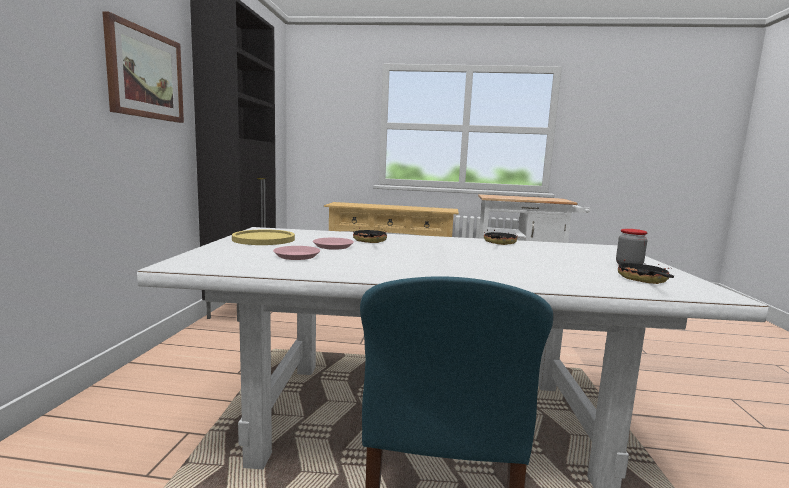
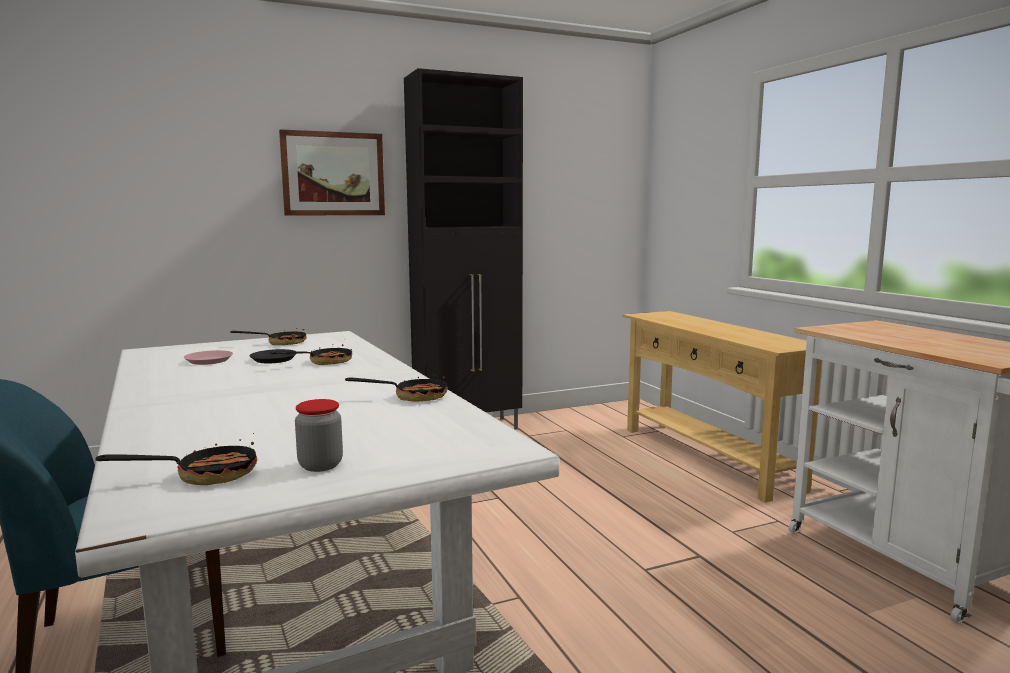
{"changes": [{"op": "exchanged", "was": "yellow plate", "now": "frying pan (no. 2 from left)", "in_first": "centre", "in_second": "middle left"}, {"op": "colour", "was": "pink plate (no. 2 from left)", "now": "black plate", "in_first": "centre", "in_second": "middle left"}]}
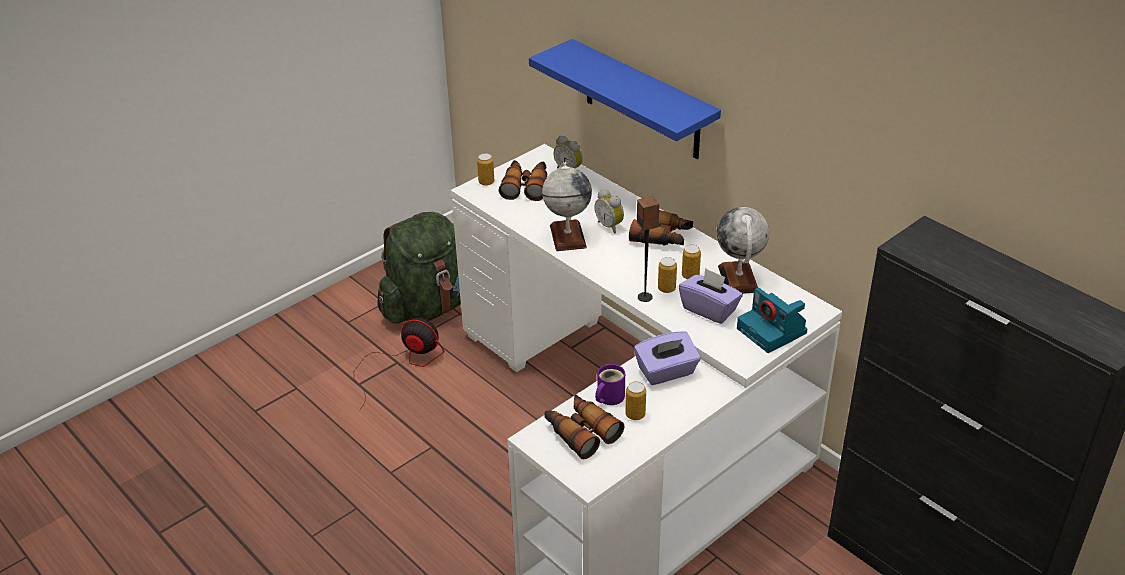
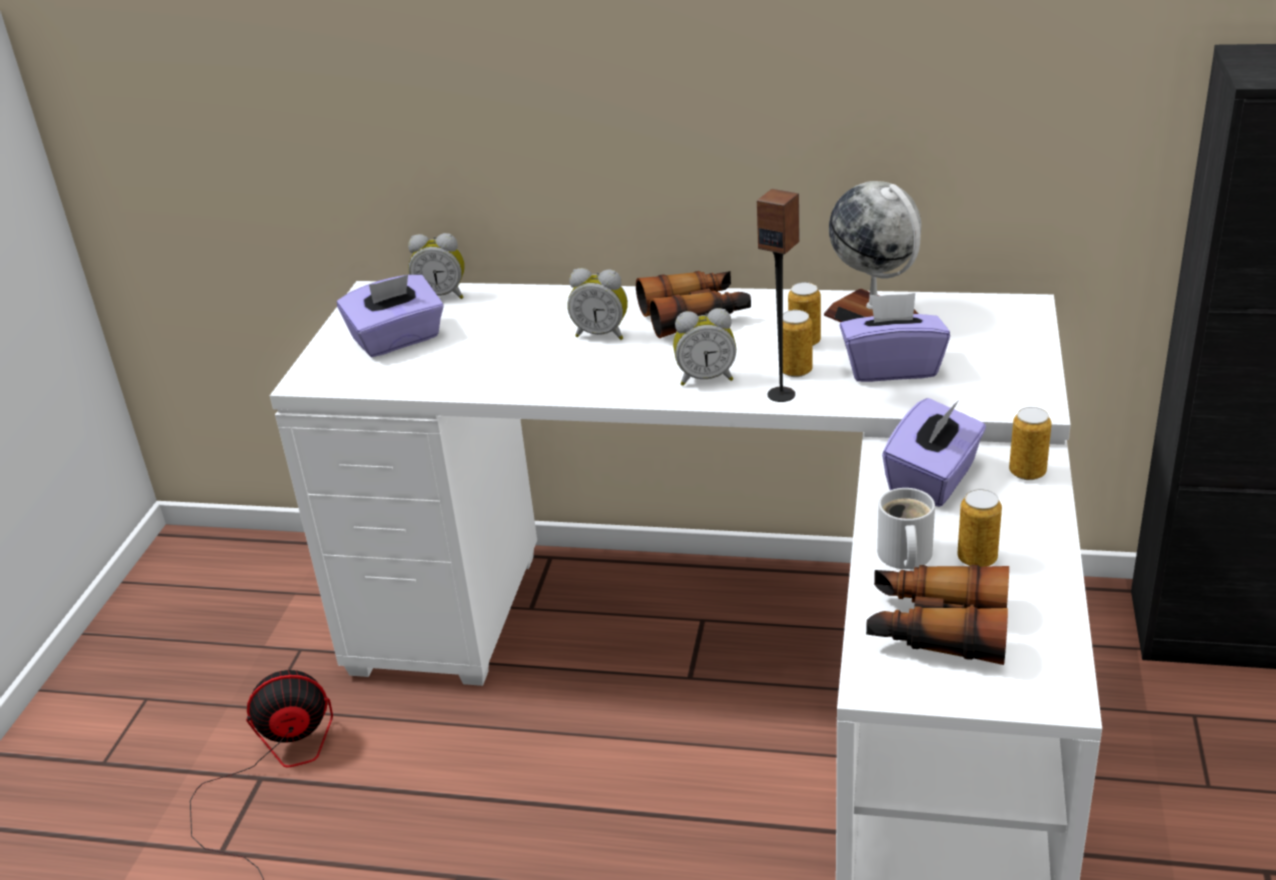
{"changes": [{"op": "missing", "was": "blue shelf", "in_first": "top centre"}, {"op": "relocated", "was": "can (no. 1 from left in the first image)", "now": "can (no. 4 from left)", "in_first": "top centre", "in_second": "middle right"}, {"op": "exchanged", "was": "binoculars (no. 1 from left)", "now": "purple tissue box (no. 1 from left)", "in_first": "top centre", "in_second": "middle left"}, {"op": "missing", "was": "globe (no. 1 from left)", "in_first": "centre"}, {"op": "missing", "was": "green backpack", "in_first": "centre"}, {"op": "missing", "was": "photo camera", "in_first": "middle right"}, {"op": "colour", "was": "purple mug", "now": "white mug", "in_first": "bottom centre", "in_second": "middle right"}, {"op": "appeared", "now": "alarm clock (no. 3 from left)", "in_second": "centre"}]}
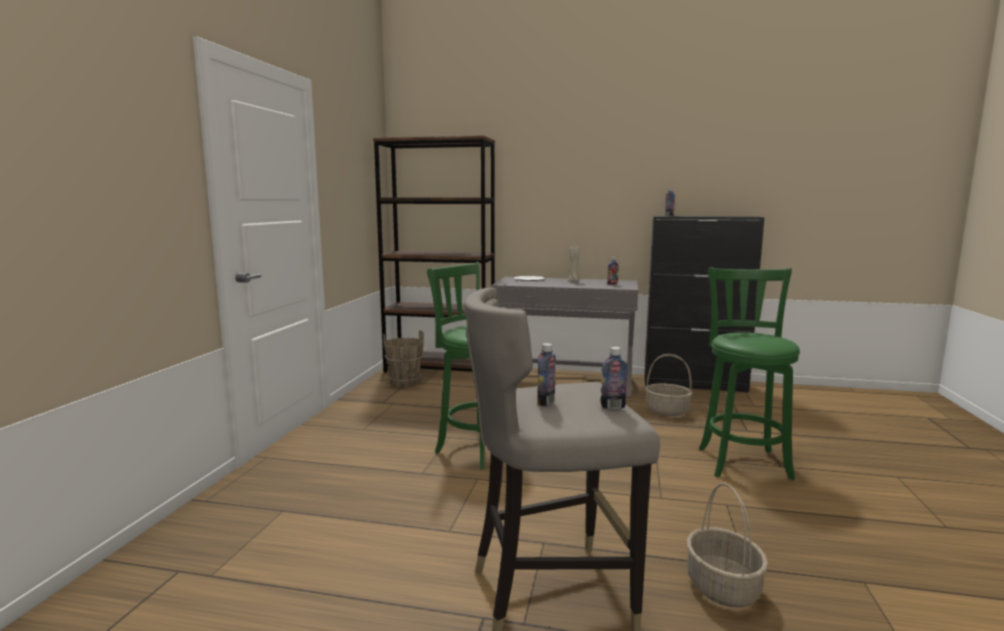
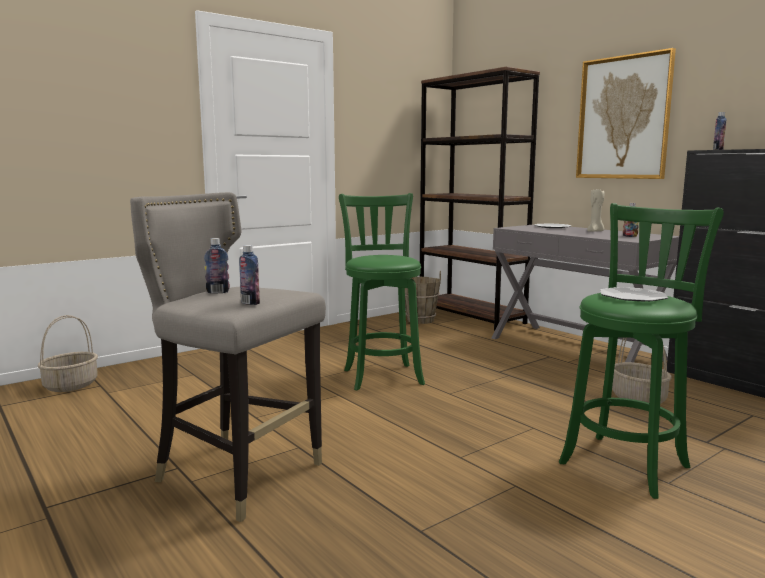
{"changes": [{"op": "relocated", "was": "basket (no. 2 from left in the first image)", "now": "basket (no. 1 from left)", "in_first": "bottom right", "in_second": "middle left"}, {"op": "appeared", "now": "picture", "in_second": "top right"}, {"op": "appeared", "now": "plate (no. 2 from left)", "in_second": "middle right"}]}
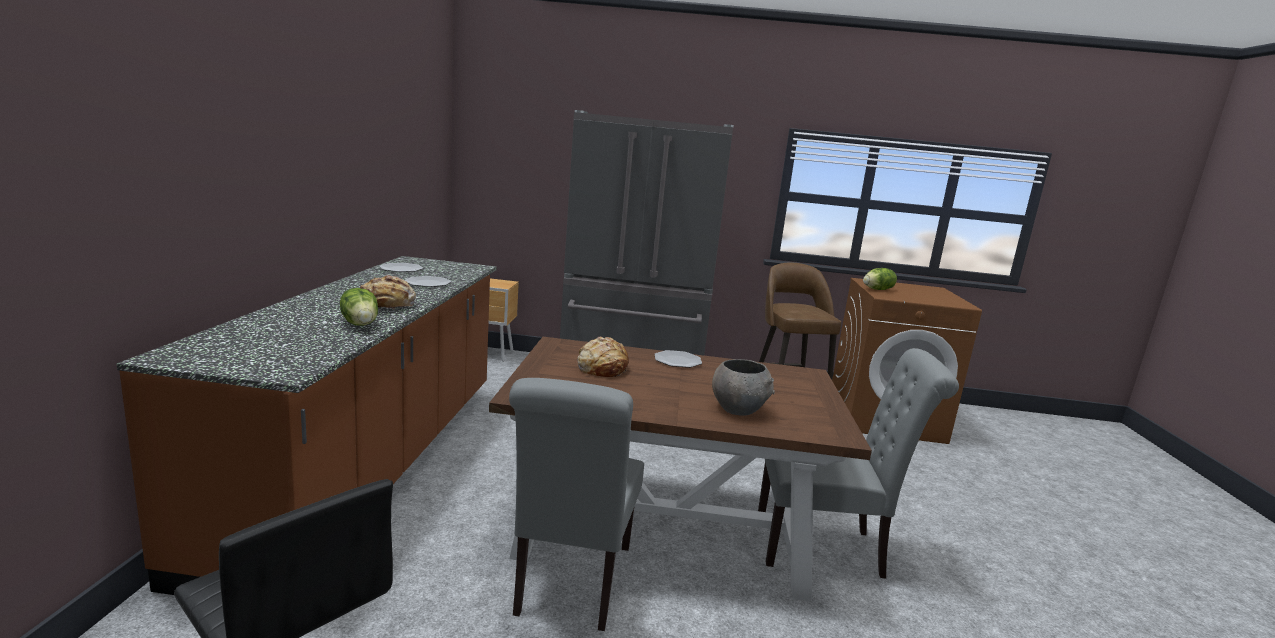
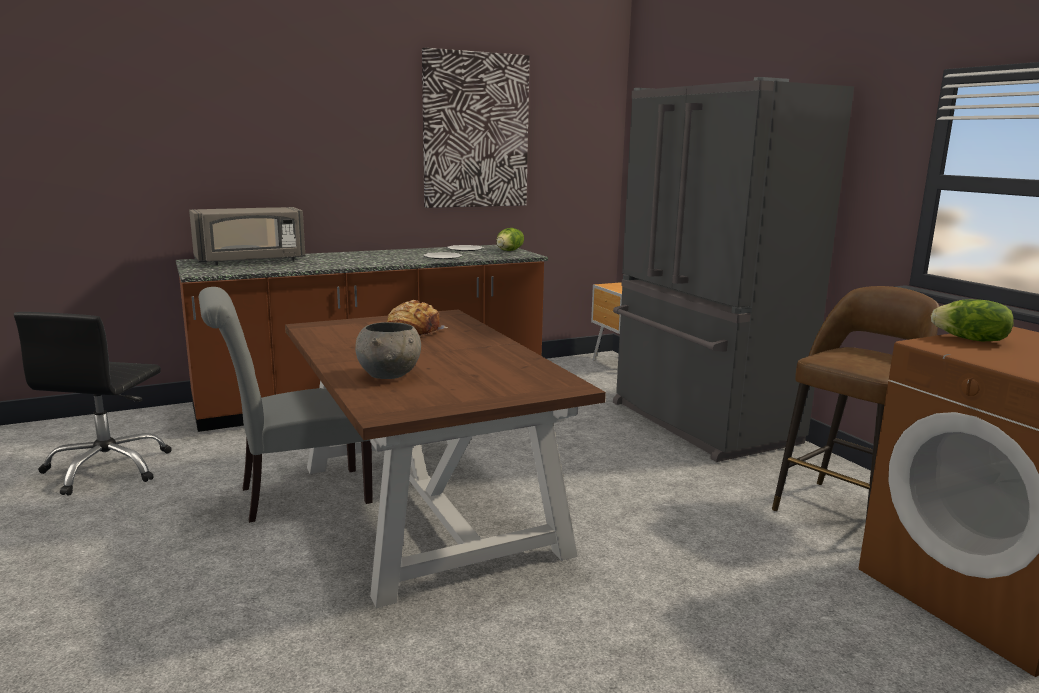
{"changes": [{"op": "missing", "was": "bread (no. 1 from left)", "in_first": "middle left"}, {"op": "relocated", "was": "lettuce (no. 1 from left)", "in_first": "middle left", "in_second": "centre"}, {"op": "missing", "was": "grey chair (no. 2 from left)", "in_first": "bottom right"}, {"op": "missing", "was": "plate (no. 3 from left)", "in_first": "centre"}, {"op": "appeared", "now": "picture", "in_second": "top centre"}, {"op": "appeared", "now": "grey microwave", "in_second": "middle left"}]}
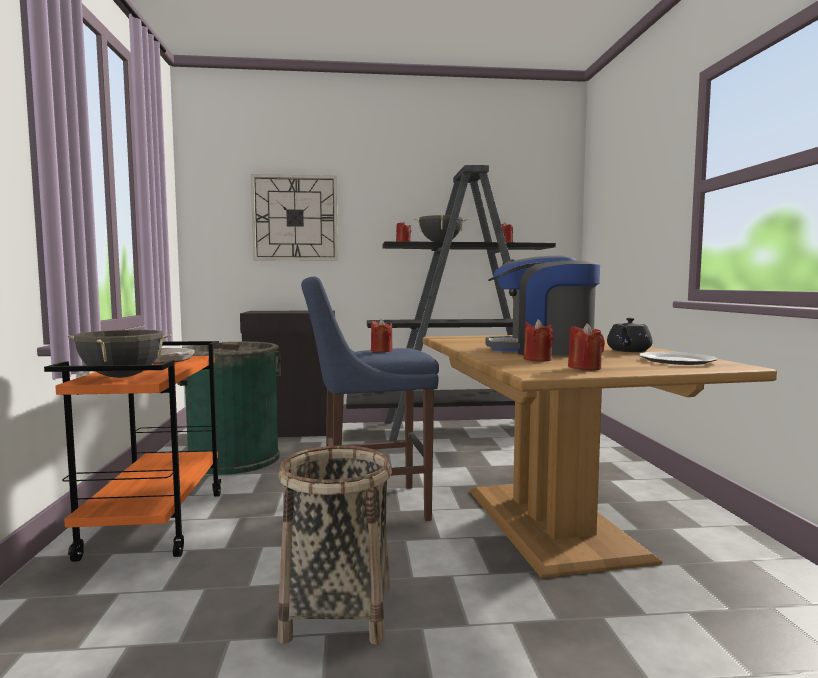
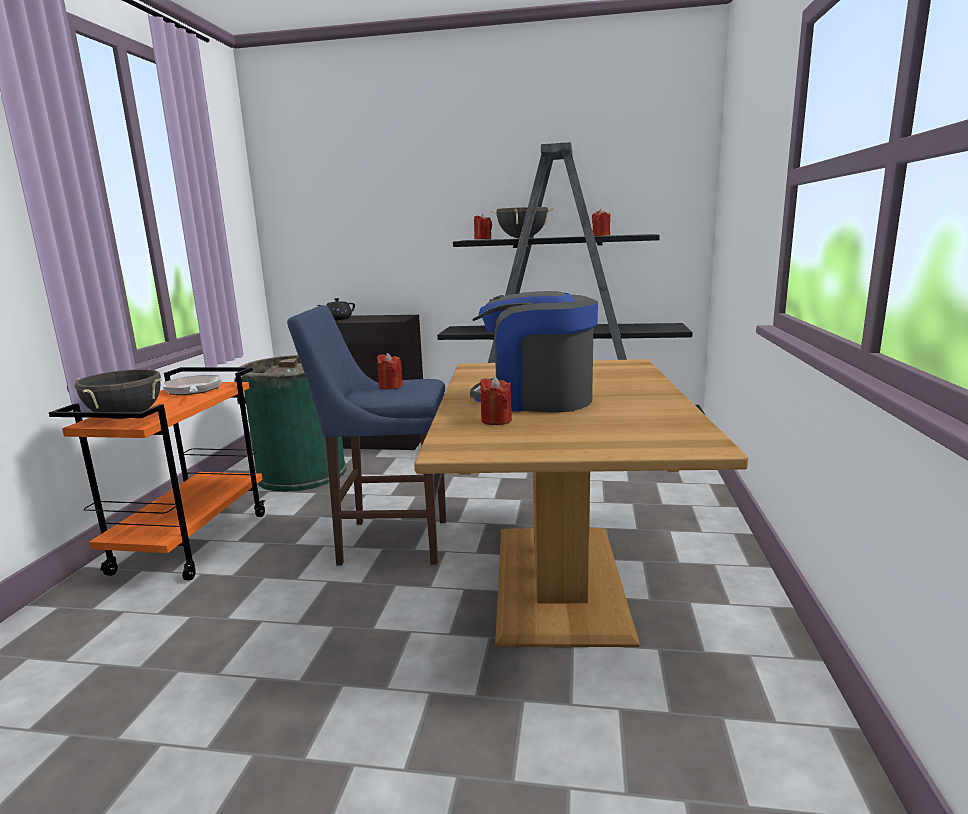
{"changes": [{"op": "missing", "was": "wall clock", "in_first": "top centre"}, {"op": "relocated", "was": "black teapot", "in_first": "middle right", "in_second": "centre"}, {"op": "missing", "was": "red candle (no. 5 from left)", "in_first": "middle right"}, {"op": "missing", "was": "plate", "in_first": "middle right"}, {"op": "missing", "was": "basket", "in_first": "bottom centre"}]}
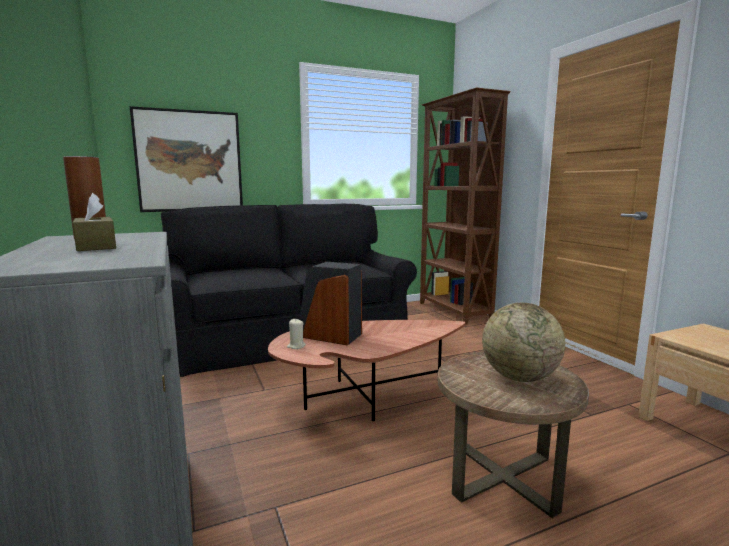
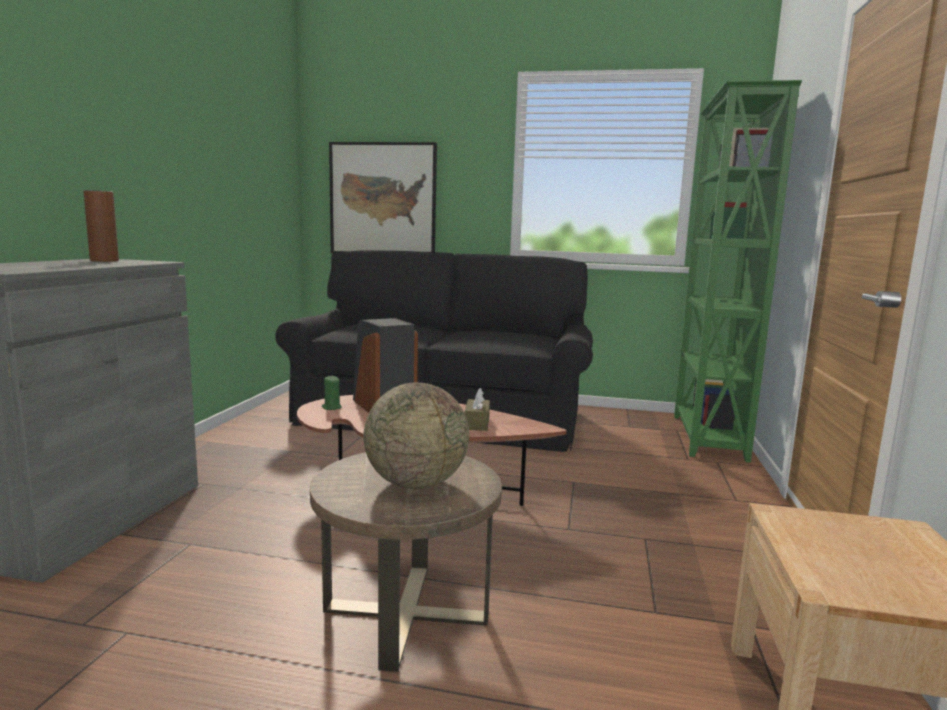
{"changes": [{"op": "colour", "was": "brown bookcase", "now": "green bookcase", "in_first": "centre", "in_second": "middle right"}, {"op": "relocated", "was": "brown tissue box", "in_first": "middle left", "in_second": "centre"}, {"op": "colour", "was": "beige candle", "now": "green candle", "in_first": "centre", "in_second": "centre"}]}
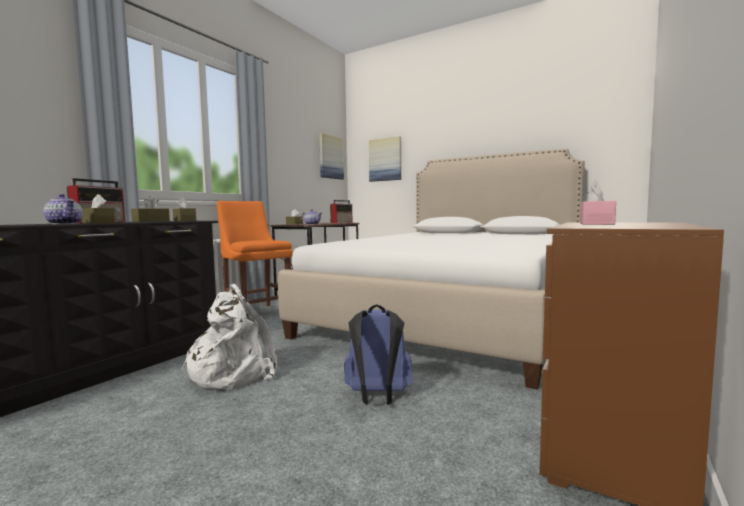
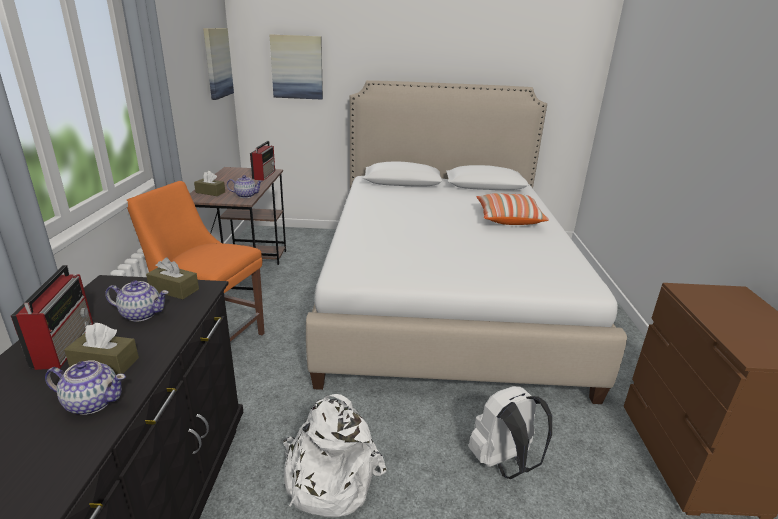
{"changes": [{"op": "missing", "was": "pink tissue box", "in_first": "middle right"}, {"op": "exchanged", "was": "brown tissue box (no. 2 from left)", "now": "teapot (no. 2 from left)", "in_first": "middle left", "in_second": "middle left"}, {"op": "colour", "was": "blue backpack", "now": "white backpack (no. 2 from left)", "in_first": "bottom centre", "in_second": "bottom centre"}, {"op": "appeared", "now": "pillow", "in_second": "centre"}]}
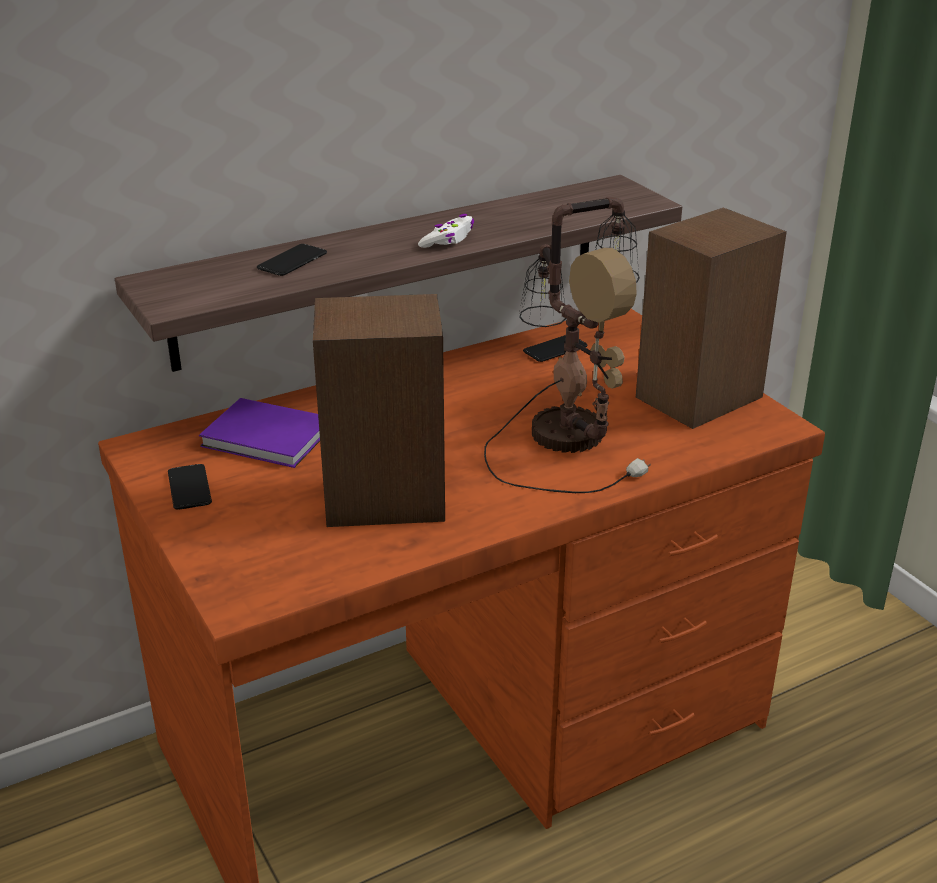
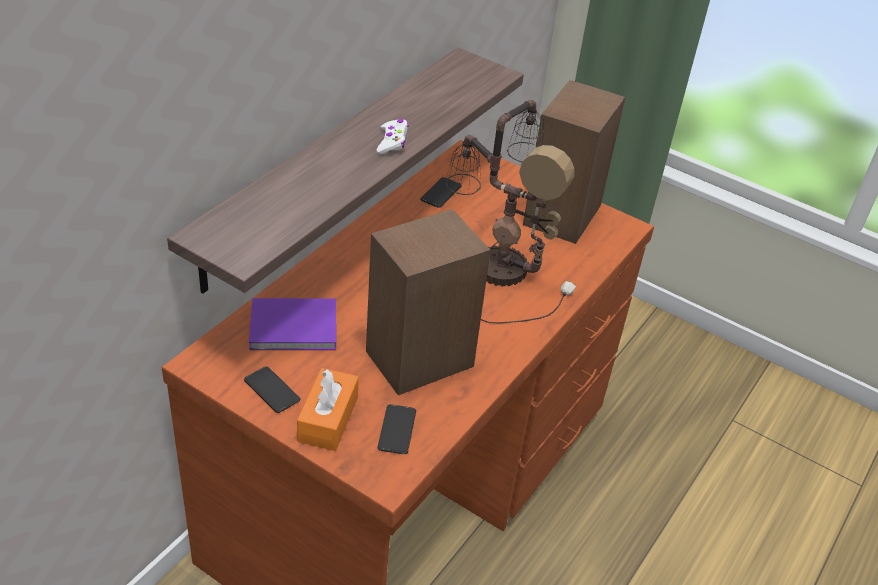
{"changes": [{"op": "relocated", "was": "phone (no. 2 from left)", "in_first": "top left", "in_second": "bottom centre"}, {"op": "appeared", "now": "orange tissue box", "in_second": "bottom centre"}]}
